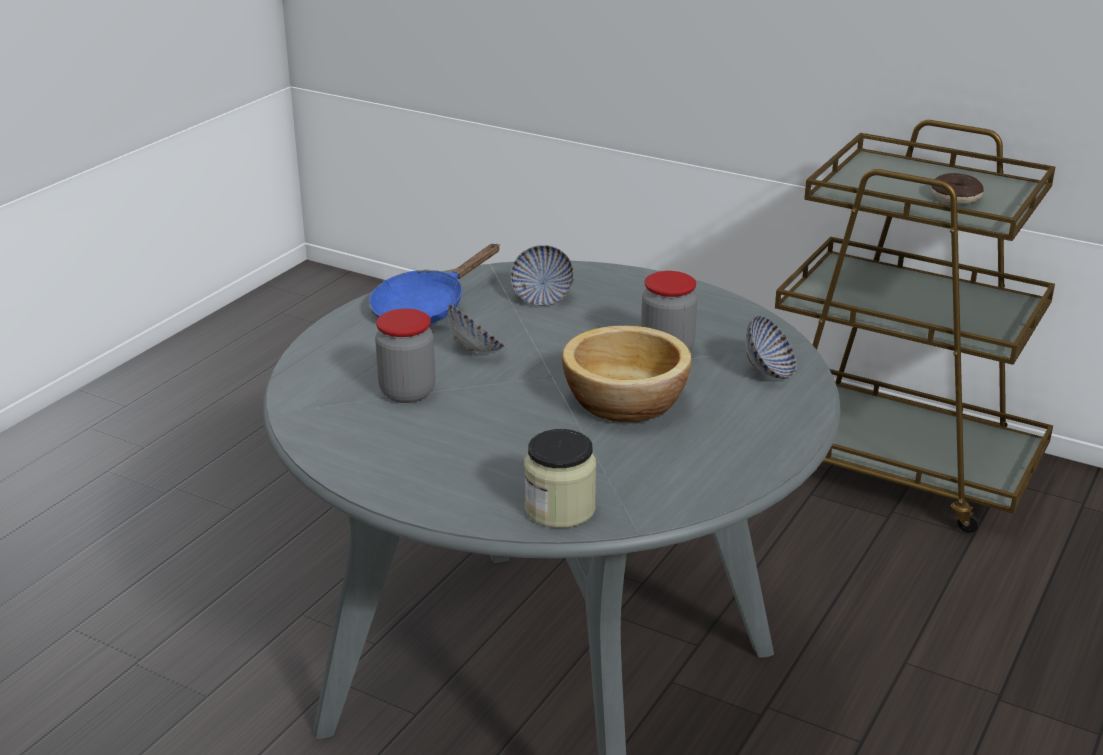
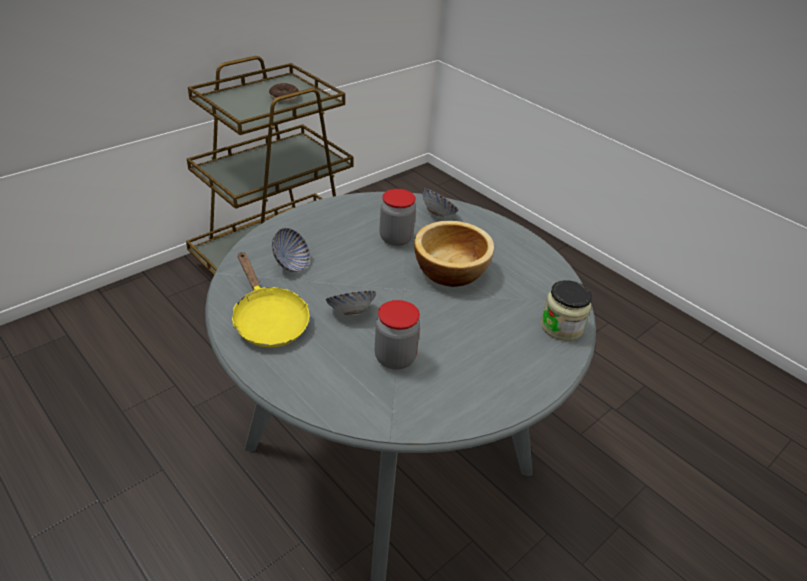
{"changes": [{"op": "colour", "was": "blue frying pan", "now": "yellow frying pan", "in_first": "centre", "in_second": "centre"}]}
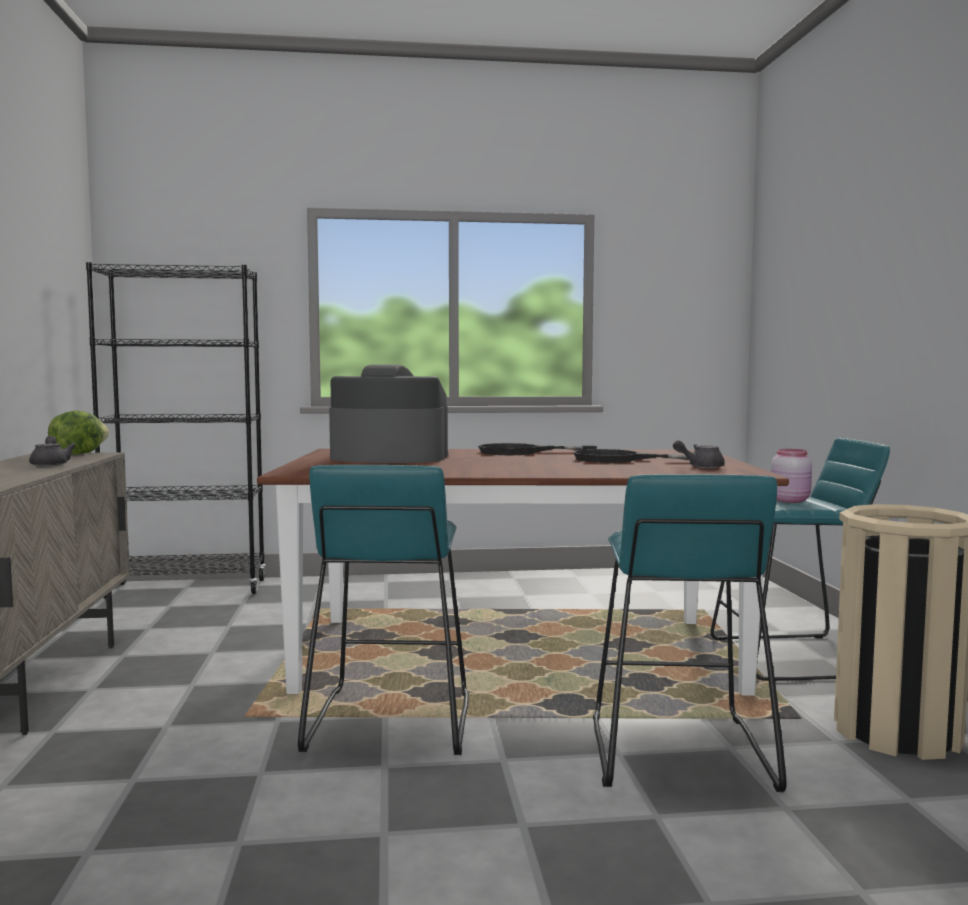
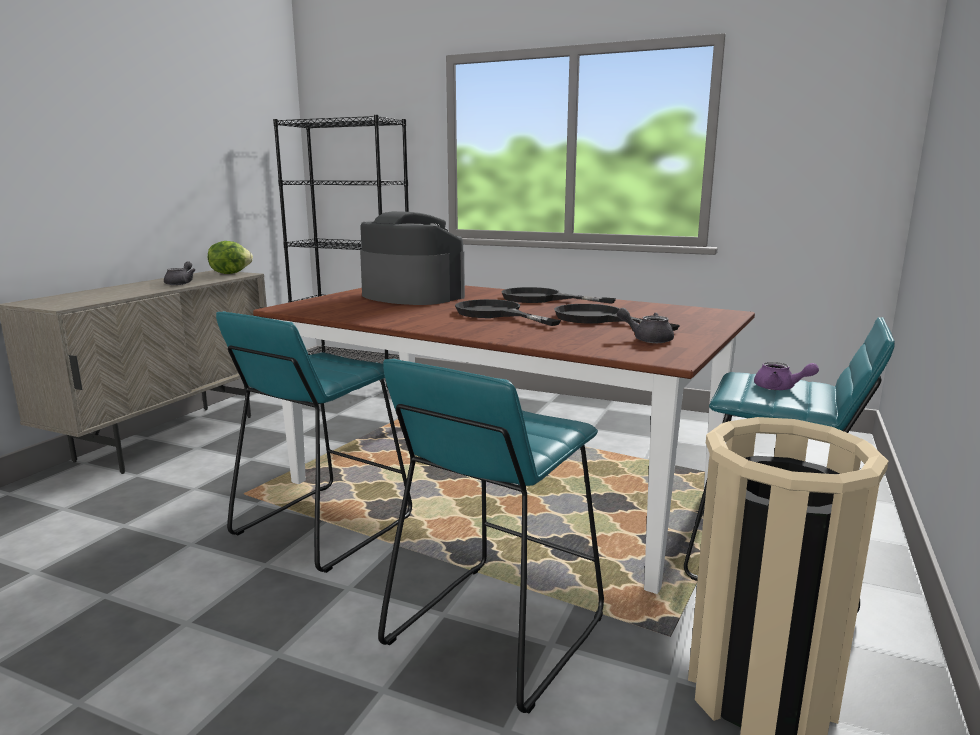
{"changes": [{"op": "exchanged", "was": "pink jar", "now": "purple teapot", "in_first": "middle right", "in_second": "middle right"}, {"op": "appeared", "now": "black frying pan (no. 1 from left)", "in_second": "centre"}]}
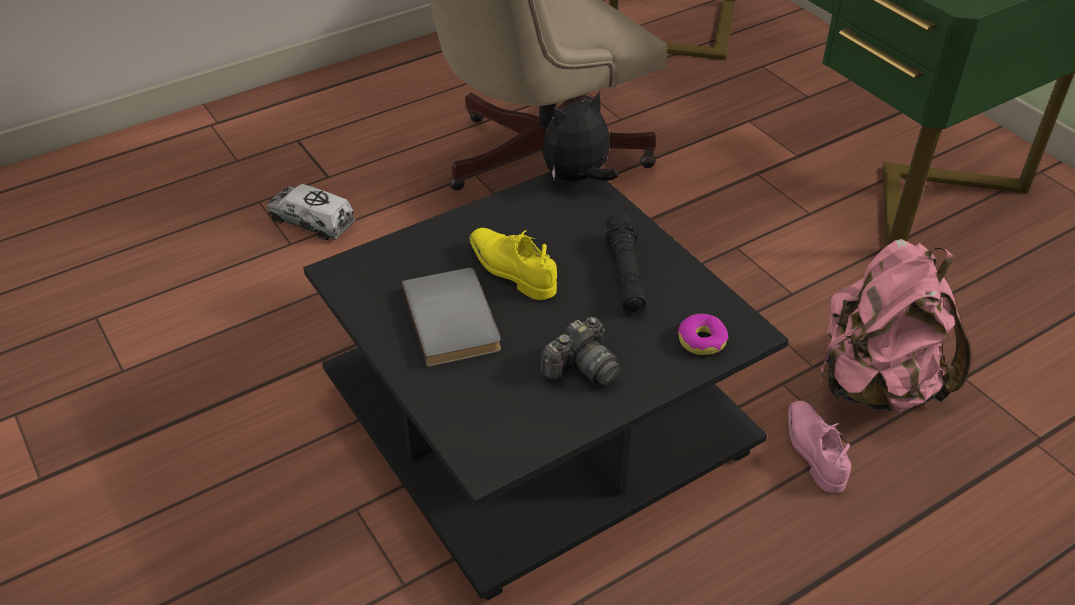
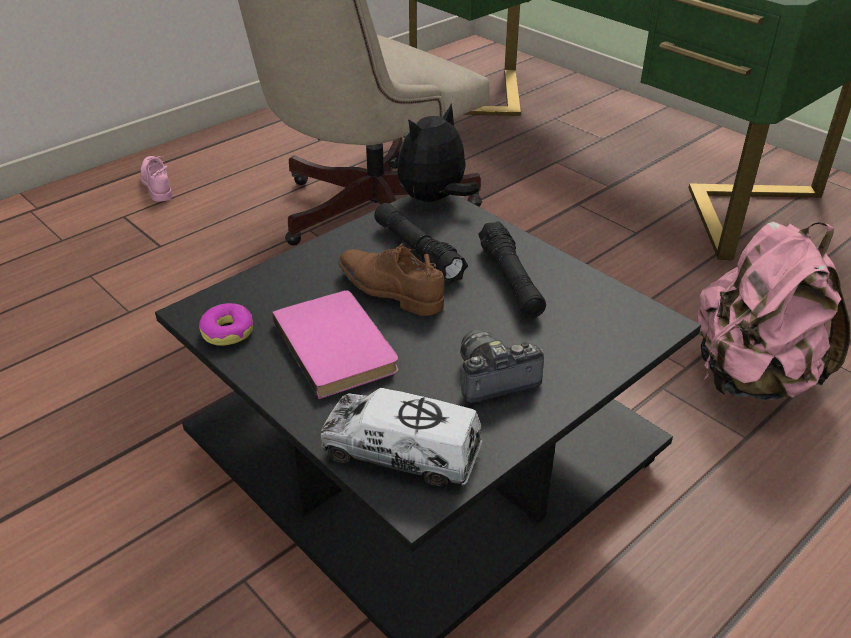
{"changes": [{"op": "relocated", "was": "toy truck", "in_first": "middle left", "in_second": "bottom centre"}, {"op": "colour", "was": "yellow shoe", "now": "brown shoe", "in_first": "centre", "in_second": "centre"}, {"op": "colour", "was": "grey book", "now": "pink book", "in_first": "centre", "in_second": "centre"}, {"op": "relocated", "was": "donut", "in_first": "centre", "in_second": "middle left"}, {"op": "spun", "was": "photo camera", "in_first": "centre", "in_second": "centre", "clockwise": -150}, {"op": "relocated", "was": "pink shoe", "in_first": "bottom right", "in_second": "top left"}, {"op": "appeared", "now": "black flashlight (no. 1 from left)", "in_second": "centre"}]}
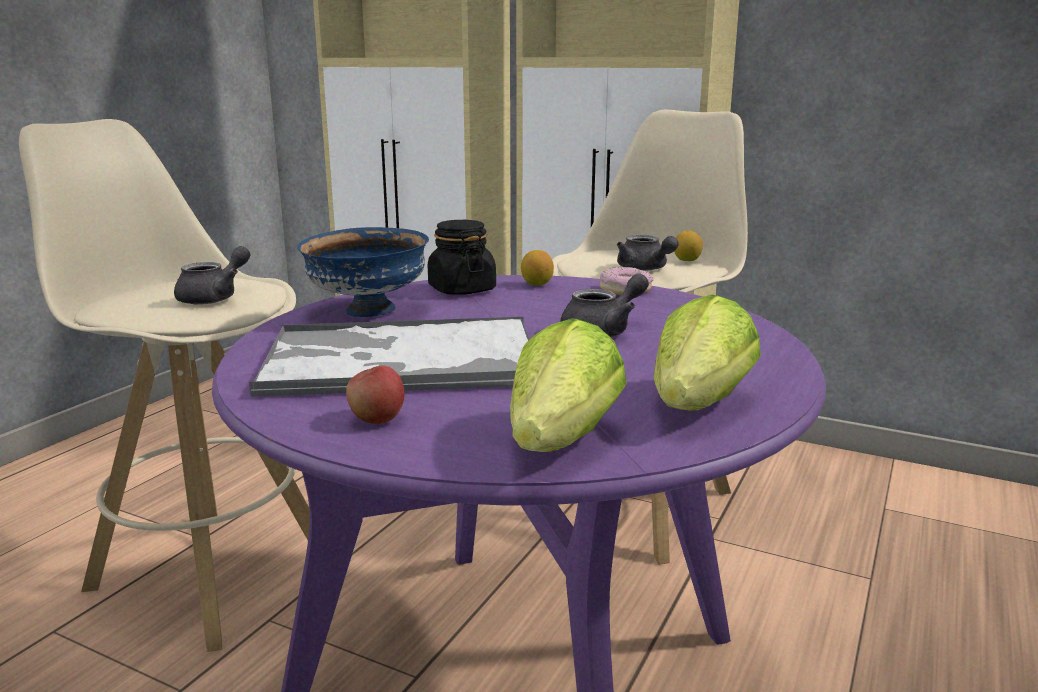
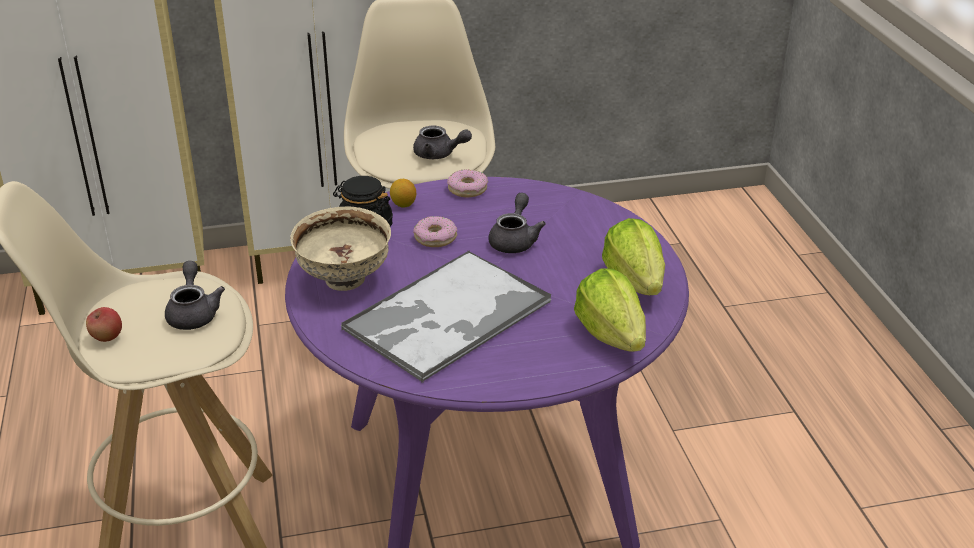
{"changes": [{"op": "colour", "was": "blue bowl", "now": "beige bowl", "in_first": "centre", "in_second": "centre"}, {"op": "missing", "was": "lemon (no. 2 from left)", "in_first": "centre"}, {"op": "relocated", "was": "apple", "in_first": "centre", "in_second": "middle left"}, {"op": "appeared", "now": "donut (no. 1 from left)", "in_second": "centre"}]}
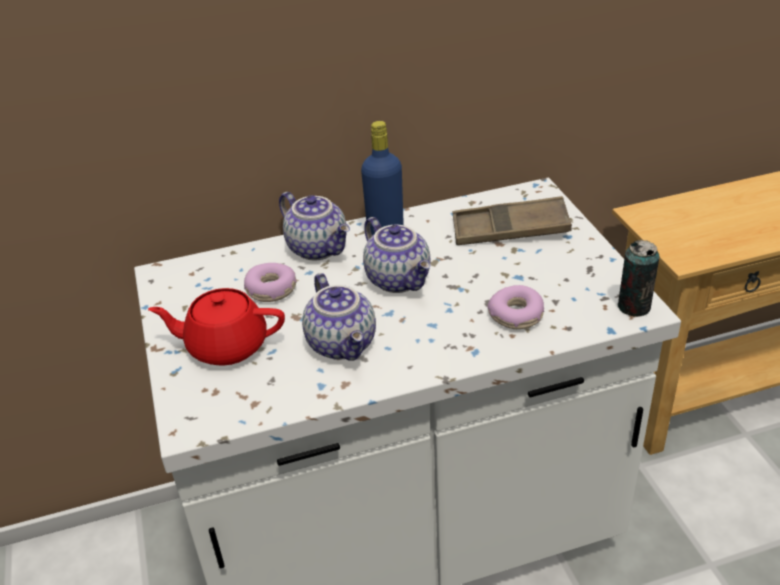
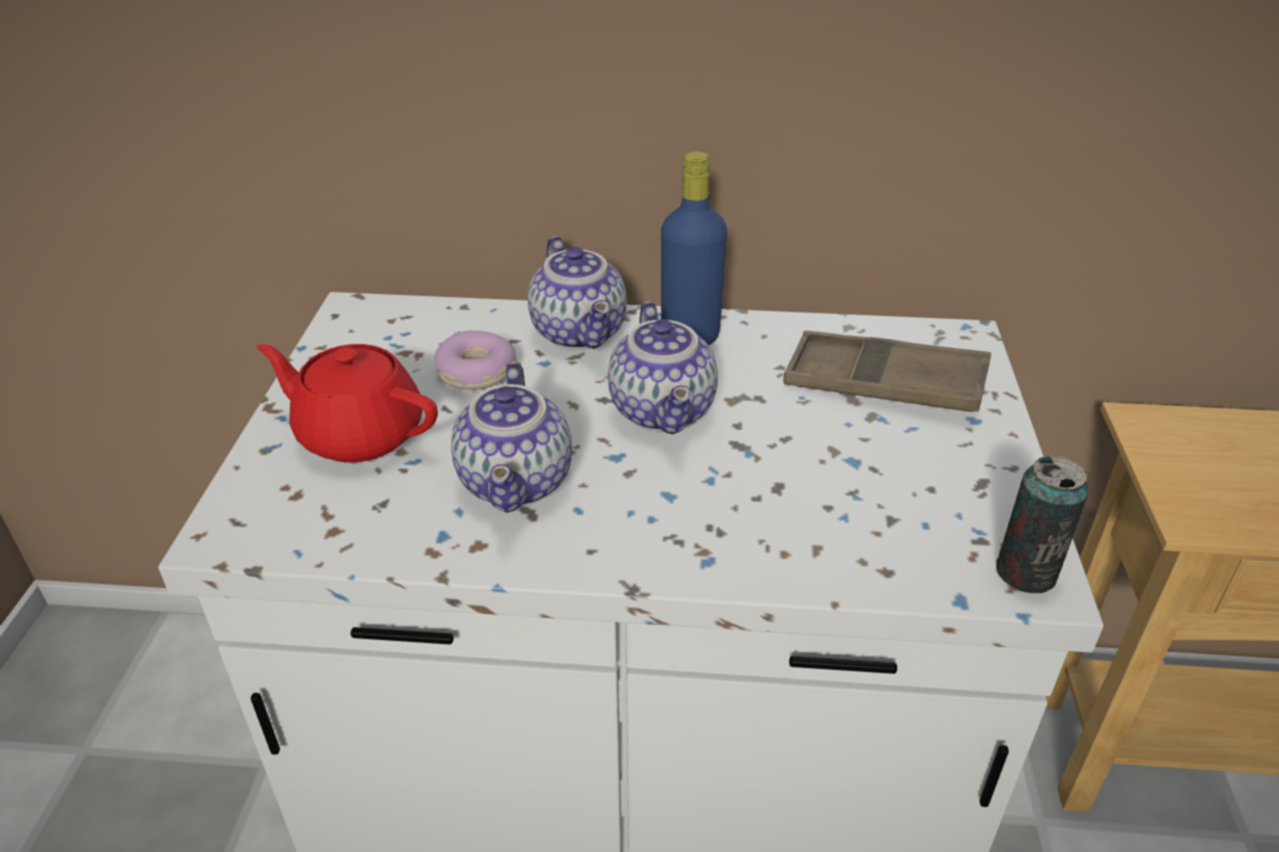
{"changes": [{"op": "missing", "was": "donut (no. 2 from left)", "in_first": "centre"}]}
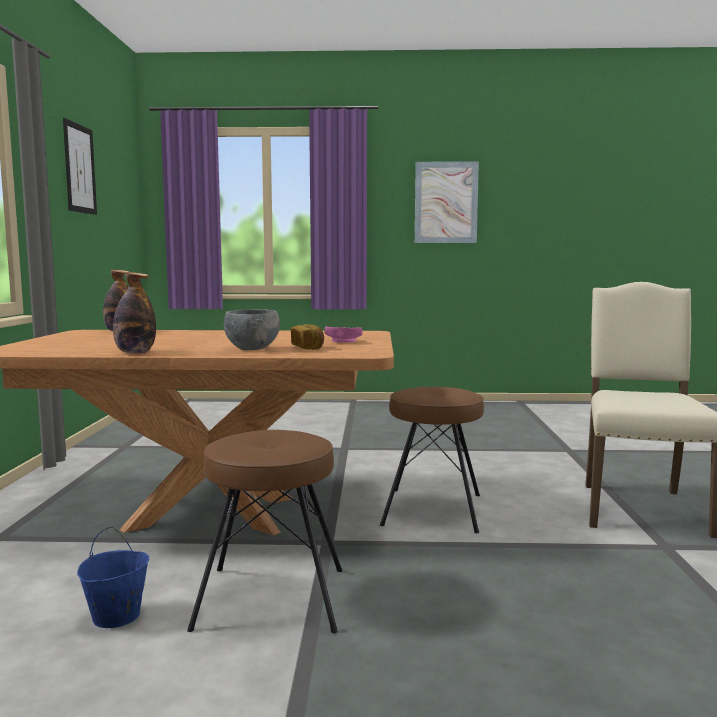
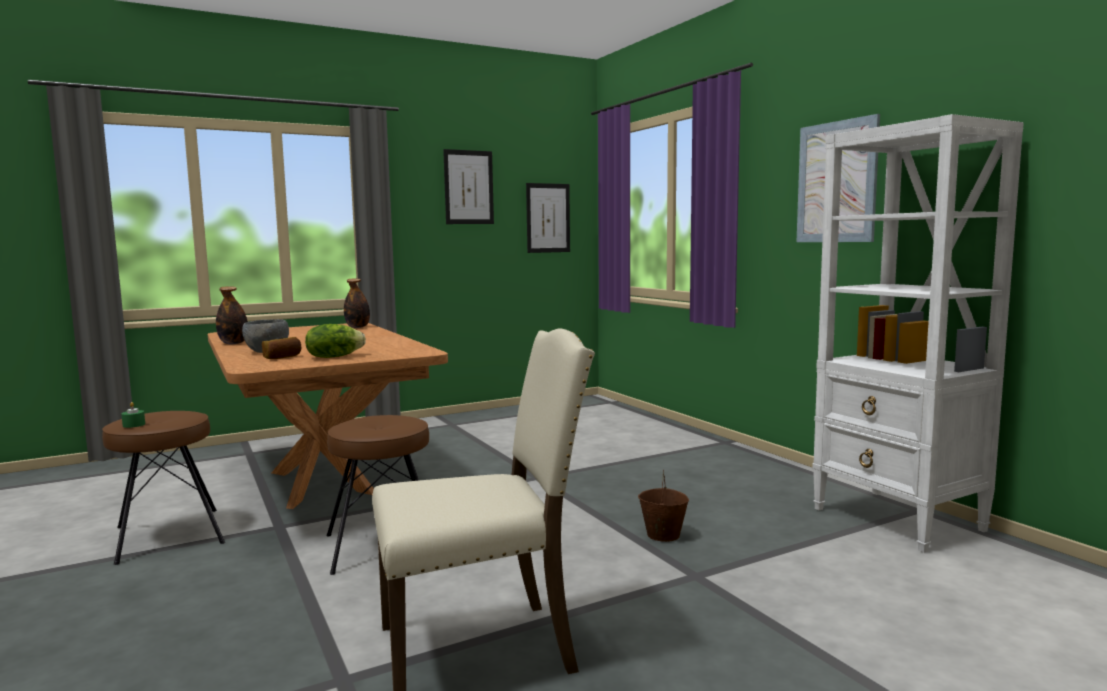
{"changes": [{"op": "exchanged", "was": "pink plate", "now": "lettuce", "in_first": "centre", "in_second": "middle left"}, {"op": "missing", "was": "blue bucket", "in_first": "bottom left"}, {"op": "appeared", "now": "white bookcase", "in_second": "middle right"}, {"op": "appeared", "now": "picture (no. 2 from left)", "in_second": "top centre"}, {"op": "appeared", "now": "green candle", "in_second": "middle left"}, {"op": "appeared", "now": "brown bucket", "in_second": "bottom centre"}]}
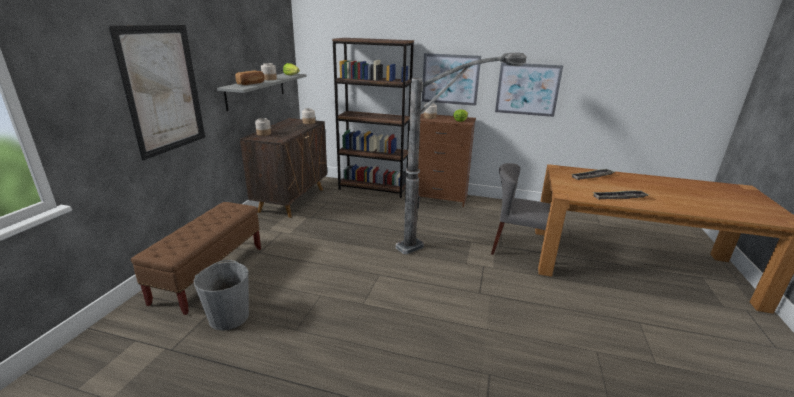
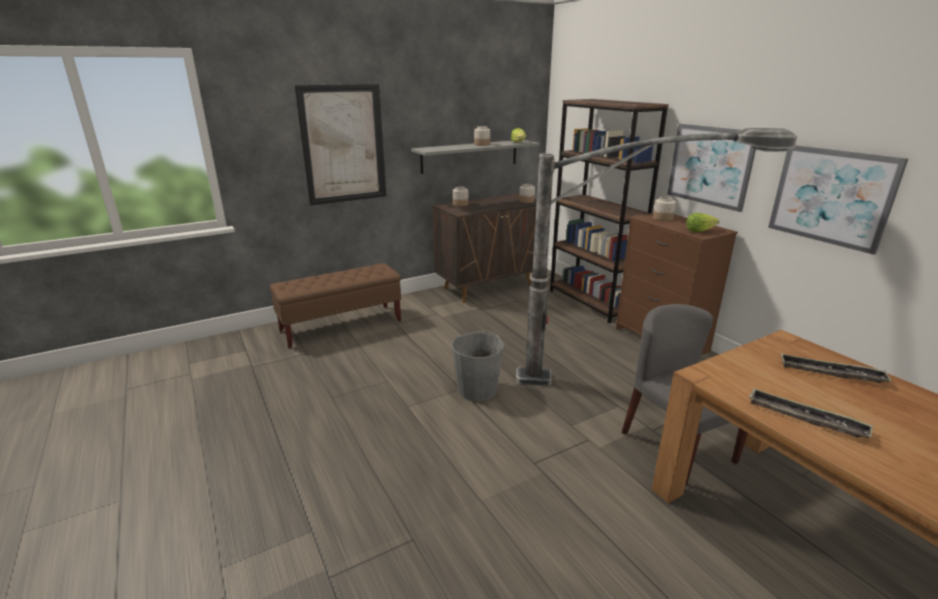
{"changes": [{"op": "missing", "was": "bread", "in_first": "top left"}, {"op": "relocated", "was": "grey bucket", "in_first": "bottom left", "in_second": "centre"}]}
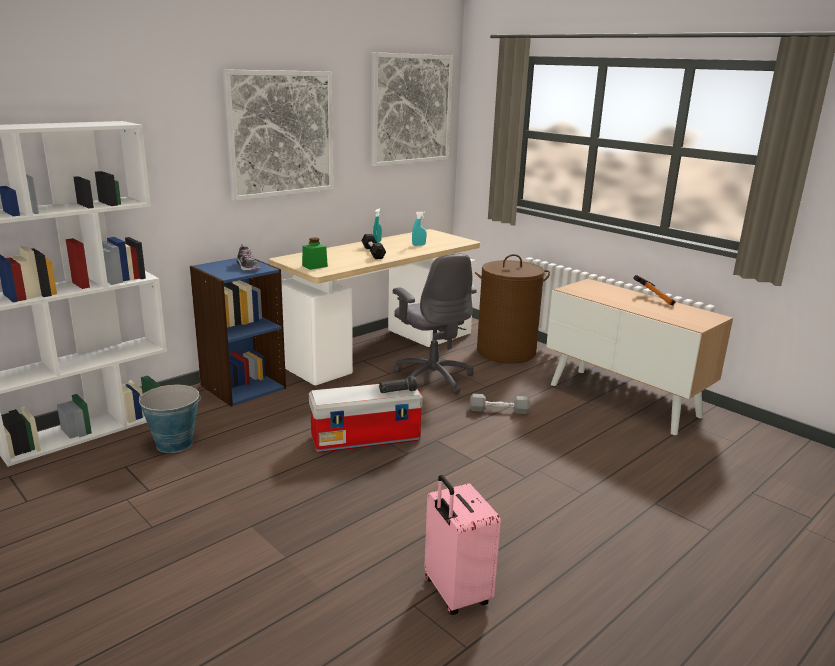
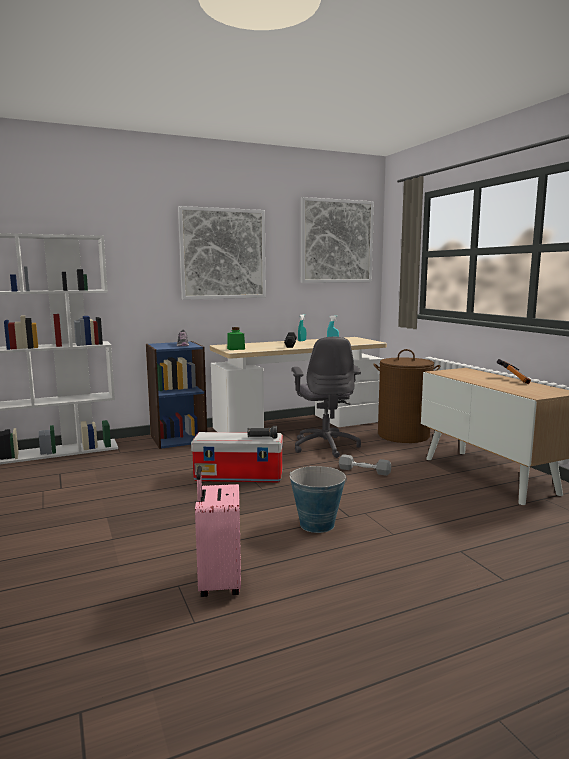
{"changes": [{"op": "relocated", "was": "bucket", "in_first": "middle left", "in_second": "centre"}]}
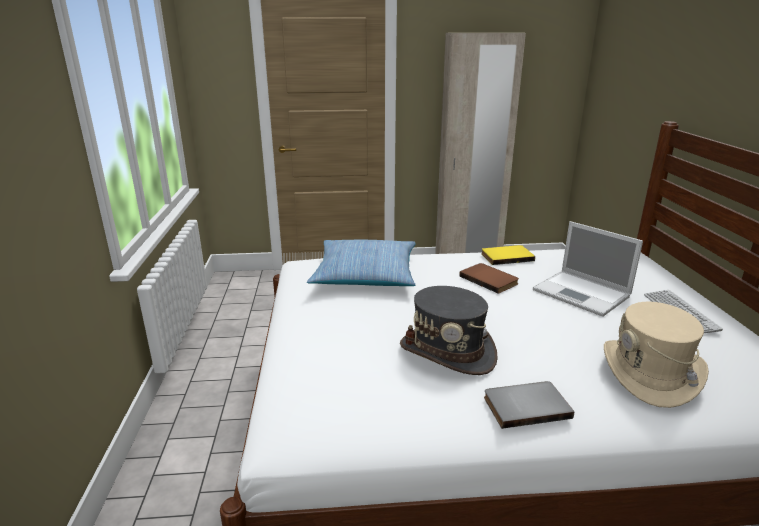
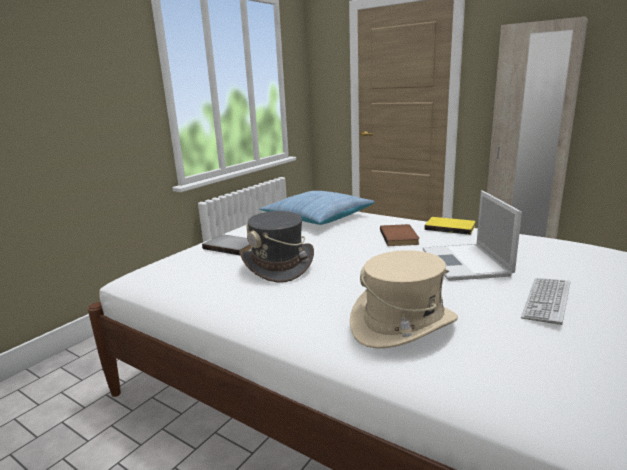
{"changes": [{"op": "relocated", "was": "grey book", "in_first": "bottom right", "in_second": "centre"}]}
